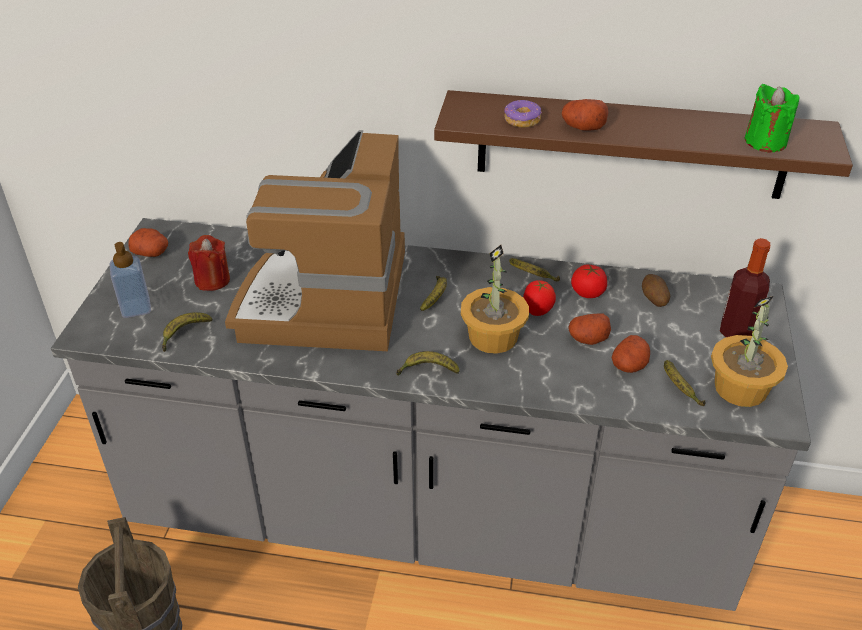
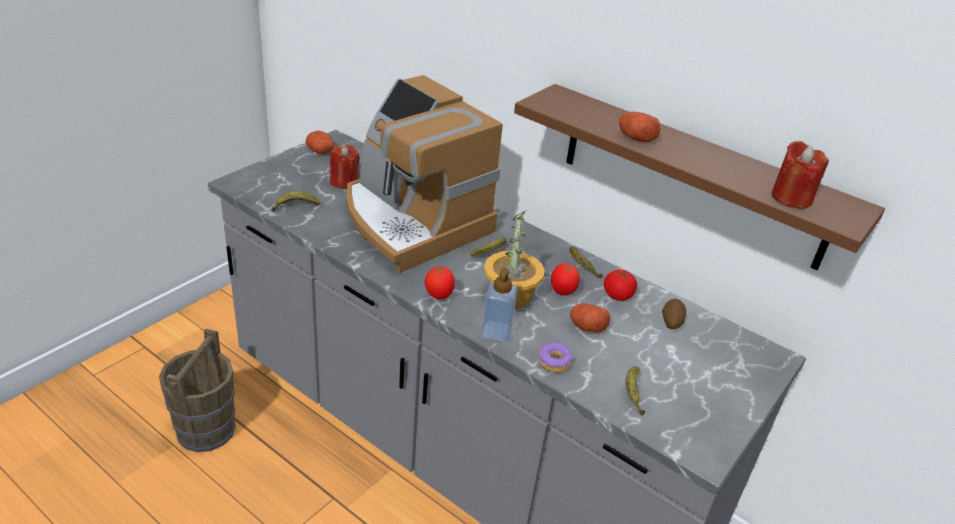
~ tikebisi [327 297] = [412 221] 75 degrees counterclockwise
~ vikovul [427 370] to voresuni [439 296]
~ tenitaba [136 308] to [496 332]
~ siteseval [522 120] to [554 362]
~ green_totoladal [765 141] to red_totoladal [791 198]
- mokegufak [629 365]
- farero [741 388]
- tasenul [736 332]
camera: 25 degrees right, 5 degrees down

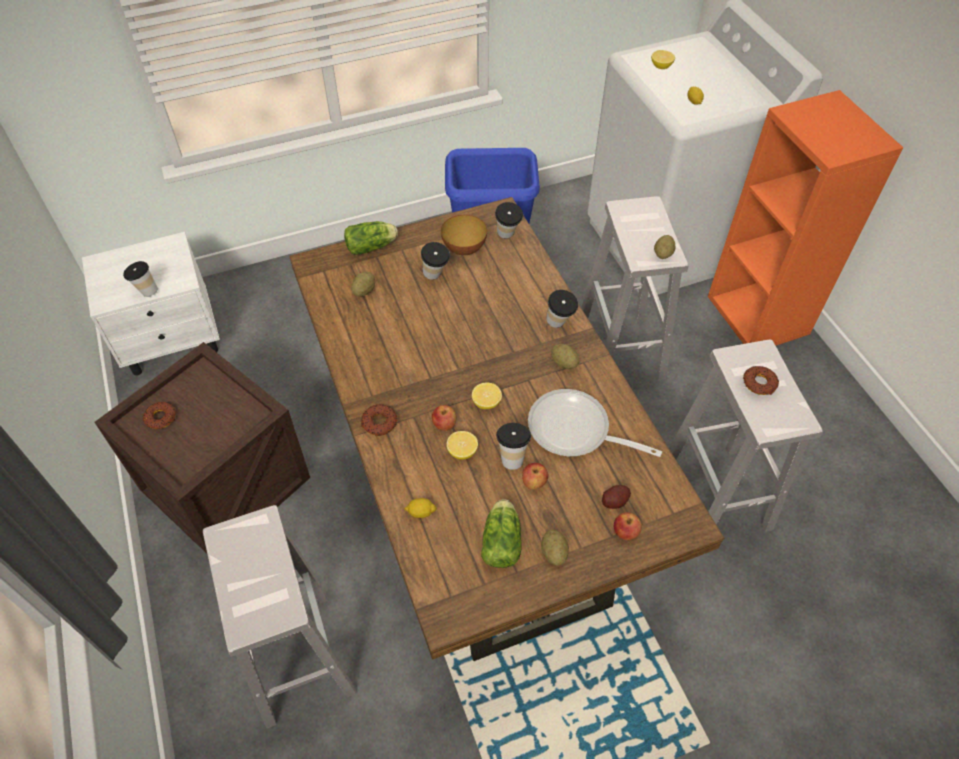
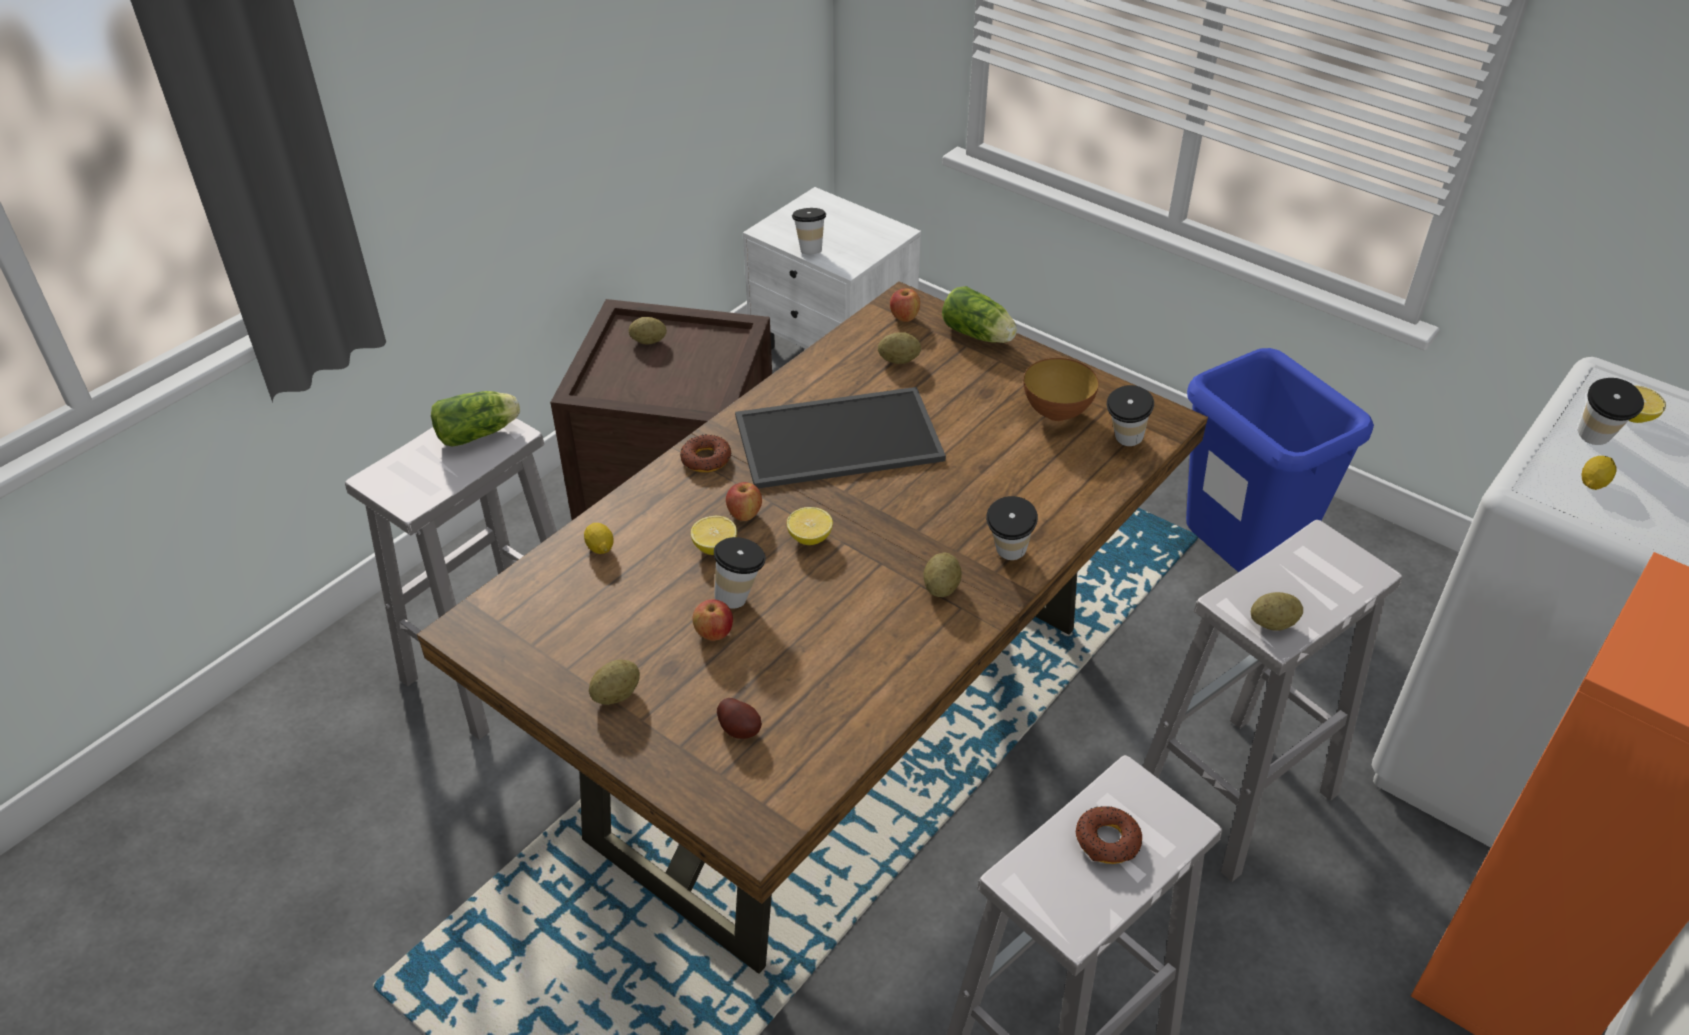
~ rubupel [501 540] to [480 433]
~ siteseval [161 418] to mokegufak [648 341]
+ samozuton [840 436]
~ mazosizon [625 532] to [904 317]
~ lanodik [436 276] to [1594 442]
- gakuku [575 431]
camera: 60 degrees right, 10 degrees down

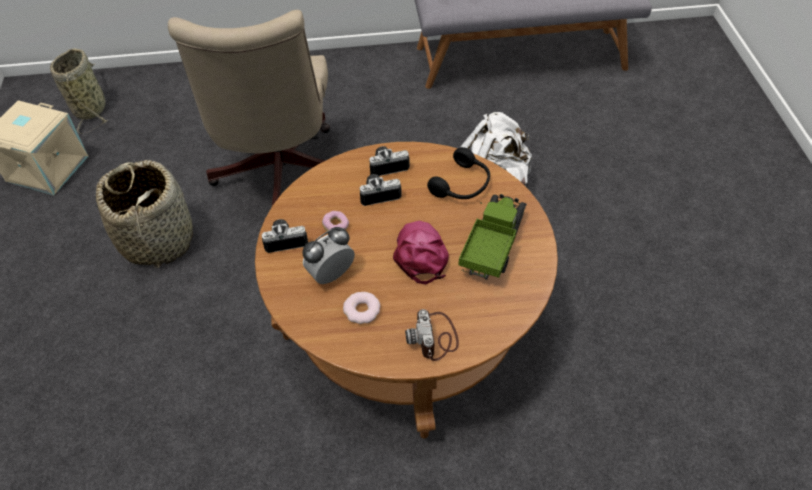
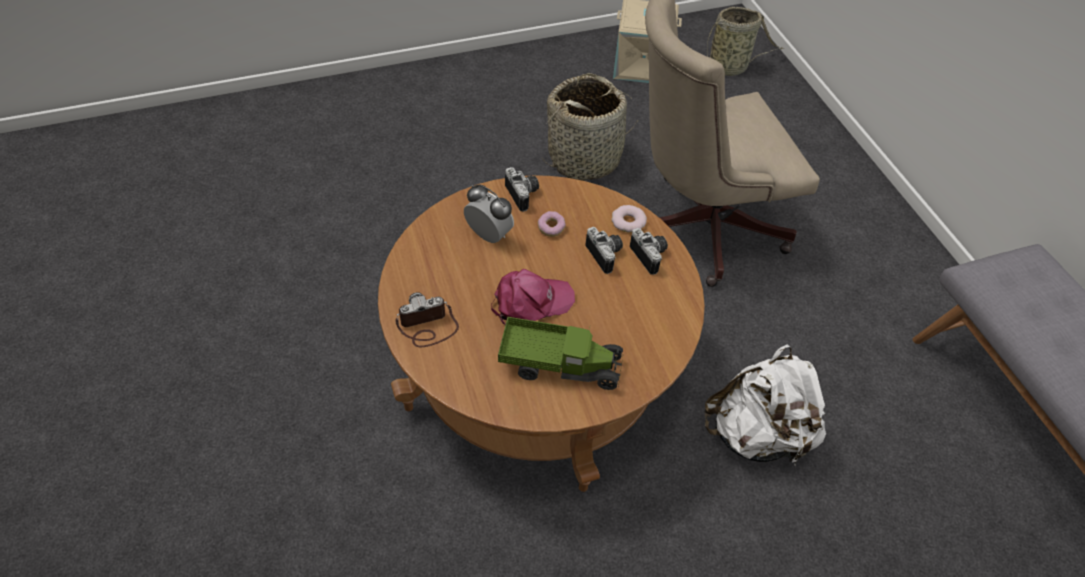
~ siteseval [362 310] to [628 222]
- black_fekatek [462 185]
camera: 75 degrees right, 0 degrees up

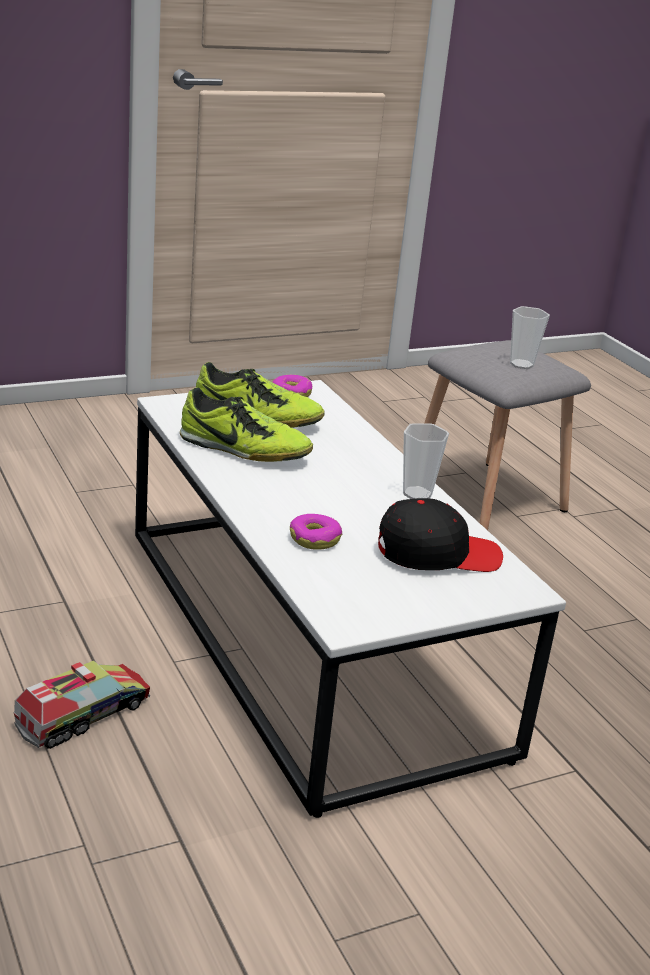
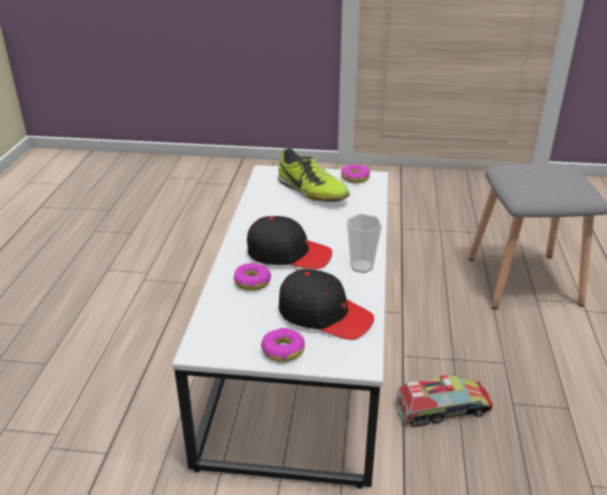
+ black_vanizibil [288 254]
+ siteseval [283 350]
~ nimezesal [83 714] to [442 409]
- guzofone [243 450]
- lanodik [521 364]
camera: 35 degrees right, 5 degrees up

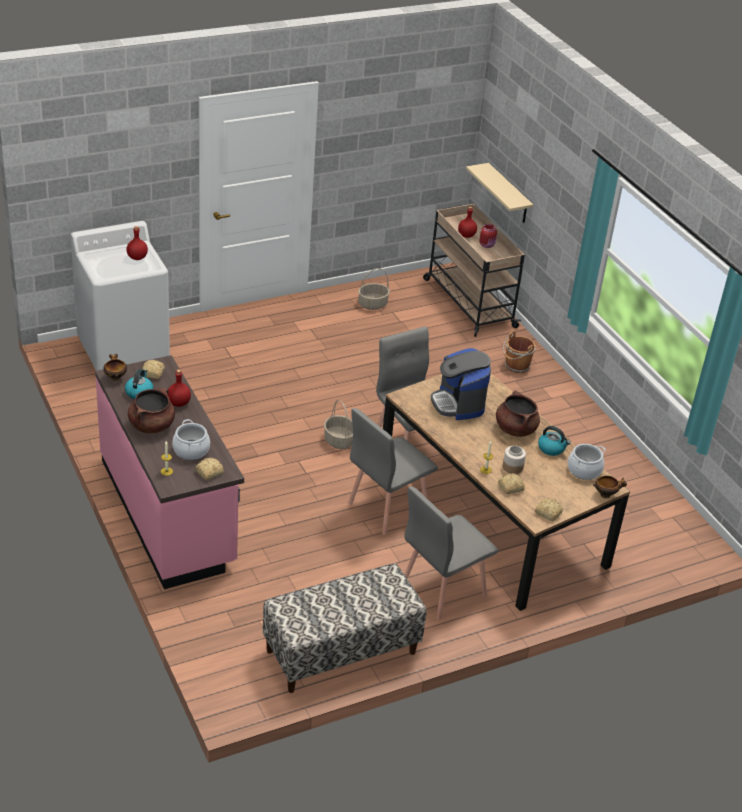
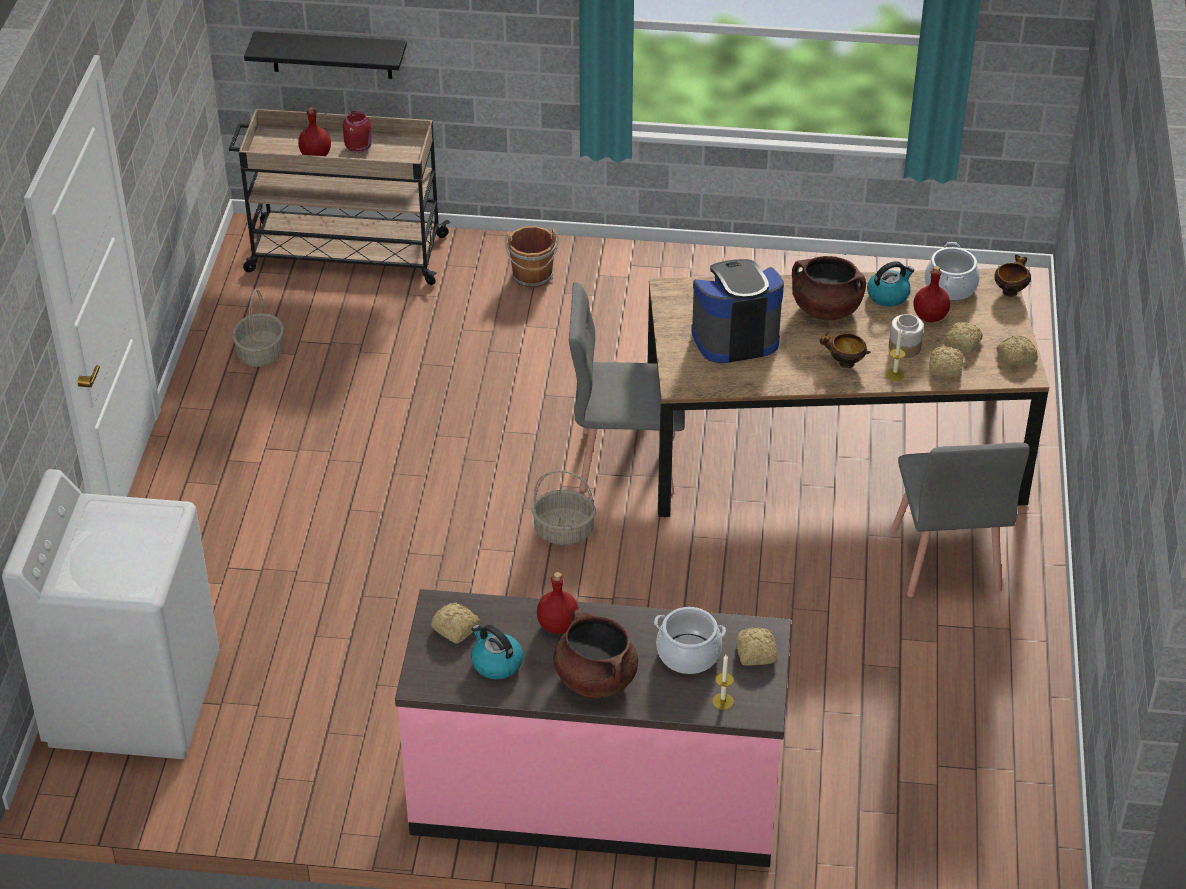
~ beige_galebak [508 194] to black_galebak [331 55]
~ tikebisi [458 404] = [734 337] 150 degrees clockwise
~ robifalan [115 378] to [844 363]
~ red_tasenul [137 258] to [930 316]
+ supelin [963 343]
- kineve [341 652]
- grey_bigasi [387 507]
camera: 55 degrees left, 5 degrees up

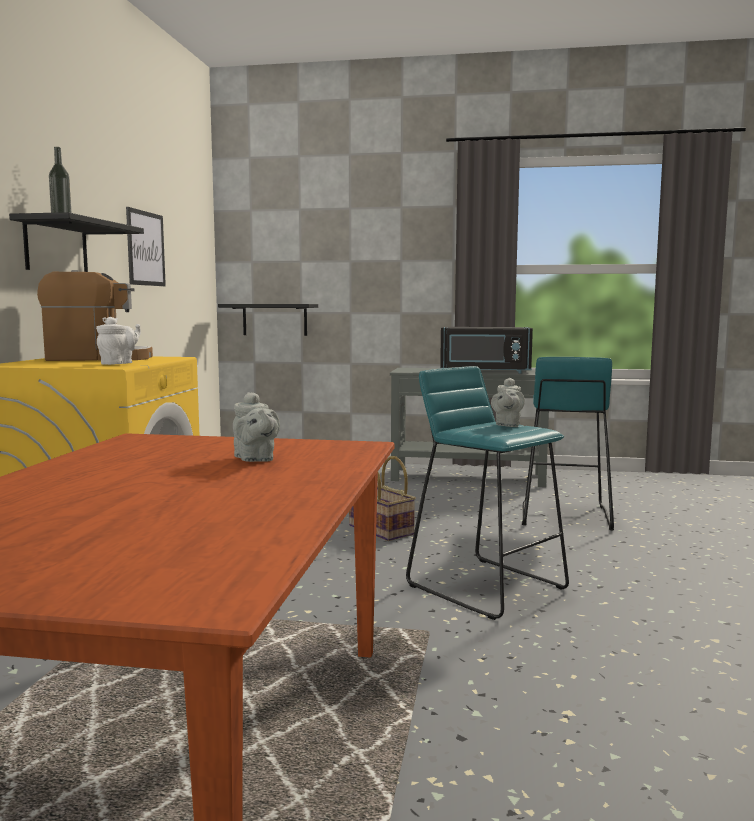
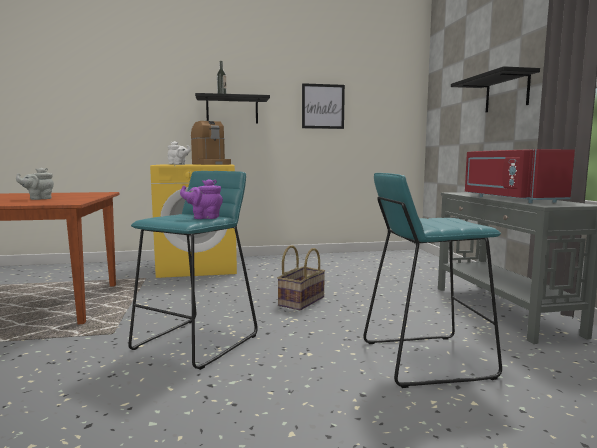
~ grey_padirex [507 425] to purple_padirex [204 217]
~ black_galebak [275 319] to [507 93]
~ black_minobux [484 372] to red_minobux [509 199]
camera: 70 degrees right, 0 degrees up

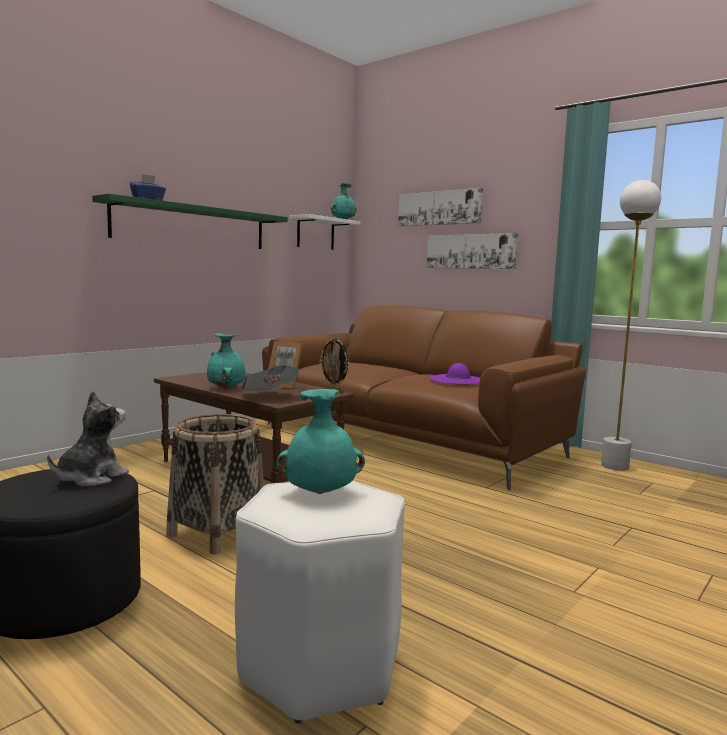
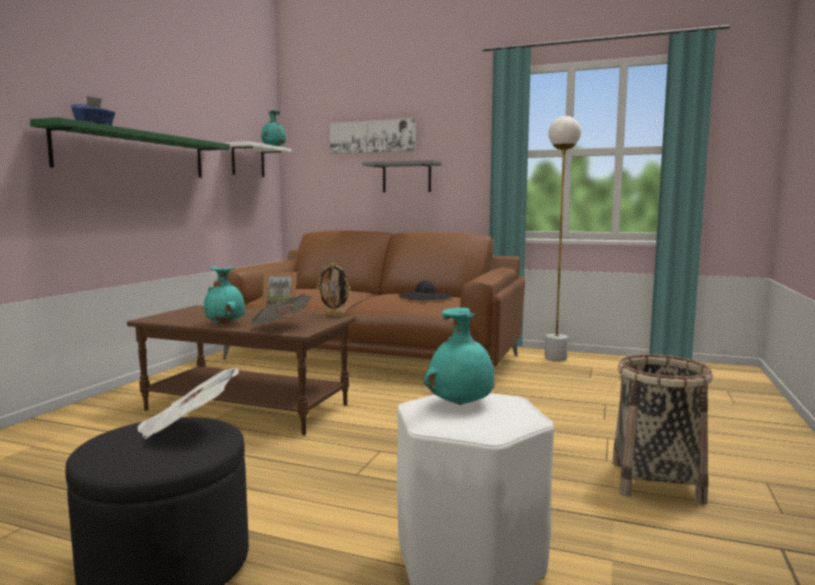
~ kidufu [90 478] to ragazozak [187 428]
~ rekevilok [471 251] to grey_galebak [406 177]
~ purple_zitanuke [457 380] to black_zitanuke [425 296]
~ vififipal [217 532] to [656 482]
camera: 20 degrees left, 0 degrees up

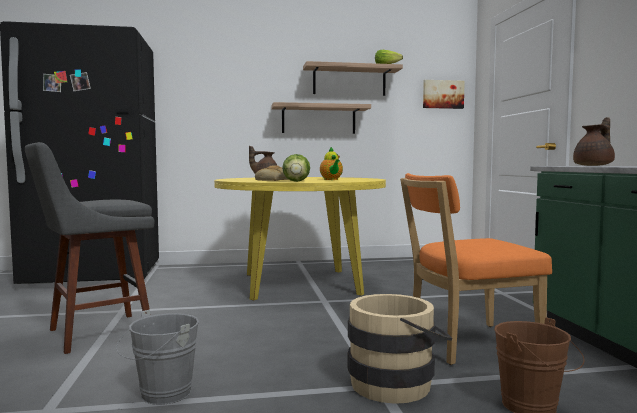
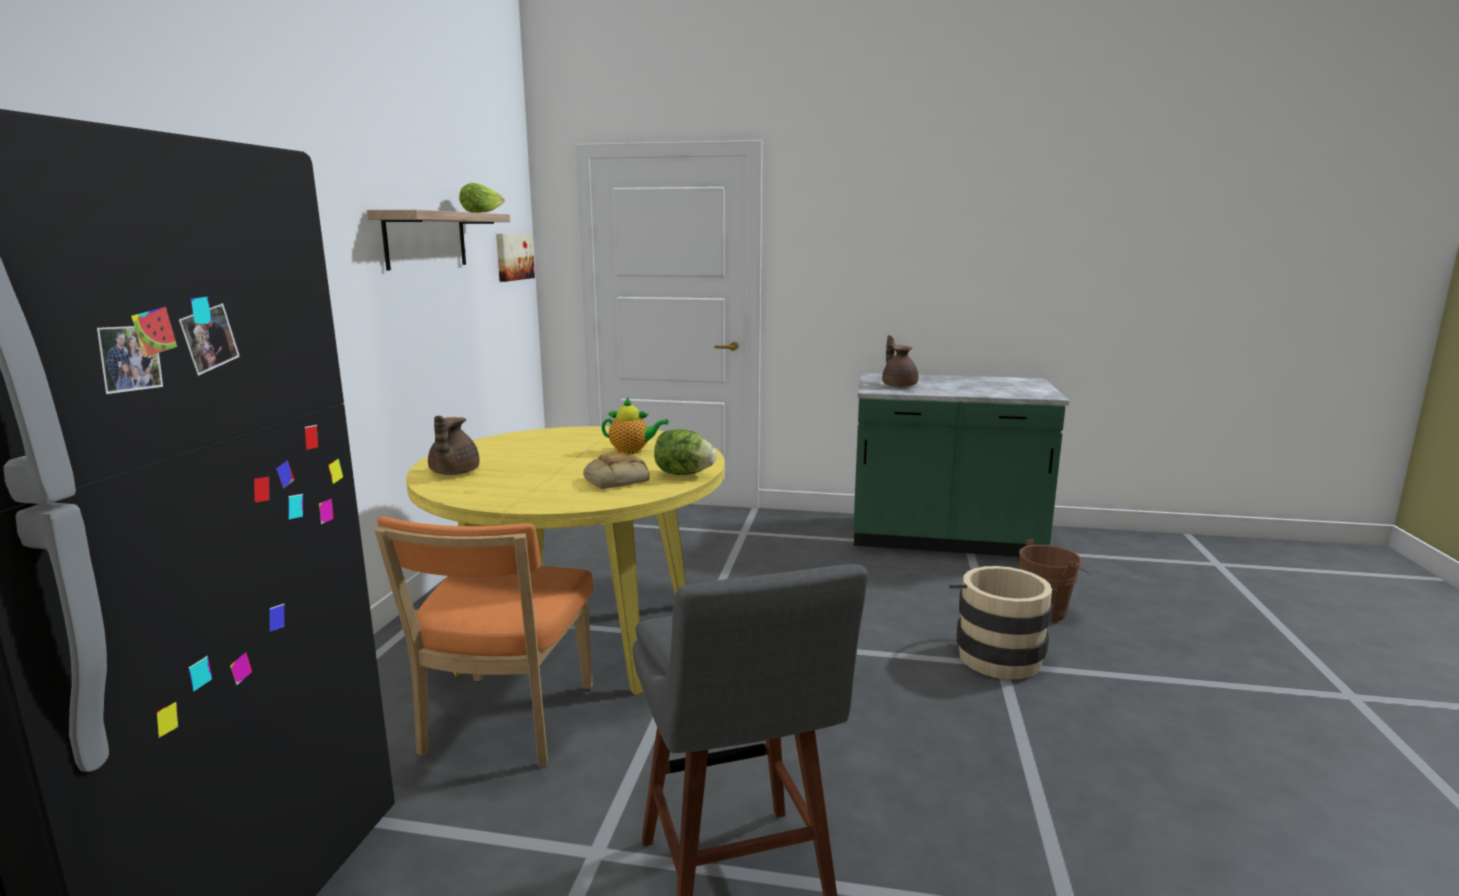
~ orange_bigasi [466 344] to [505 725]
- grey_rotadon [161 395]
- galebak [318 119]
camera: 70 degrees left, 10 degrees up

